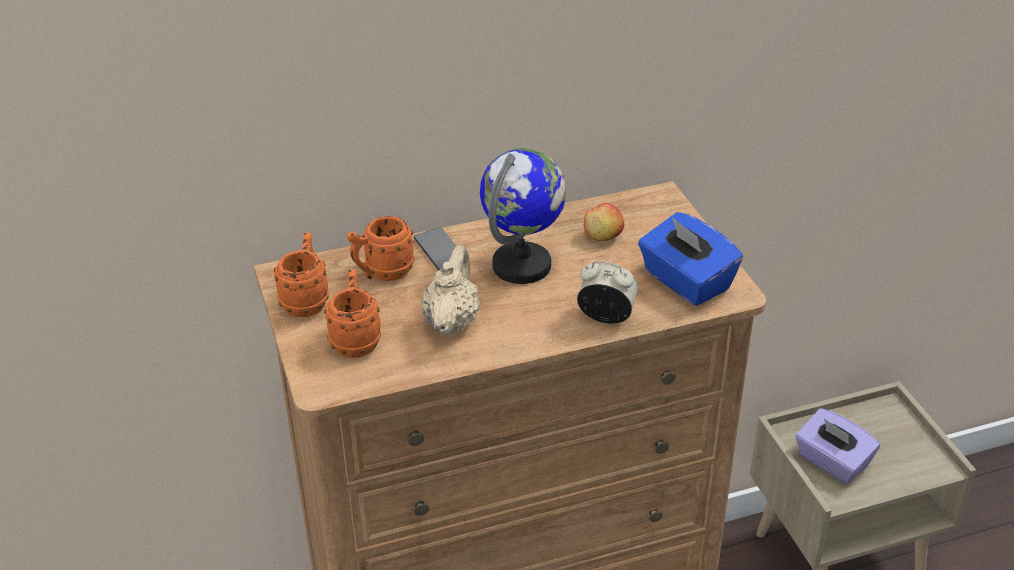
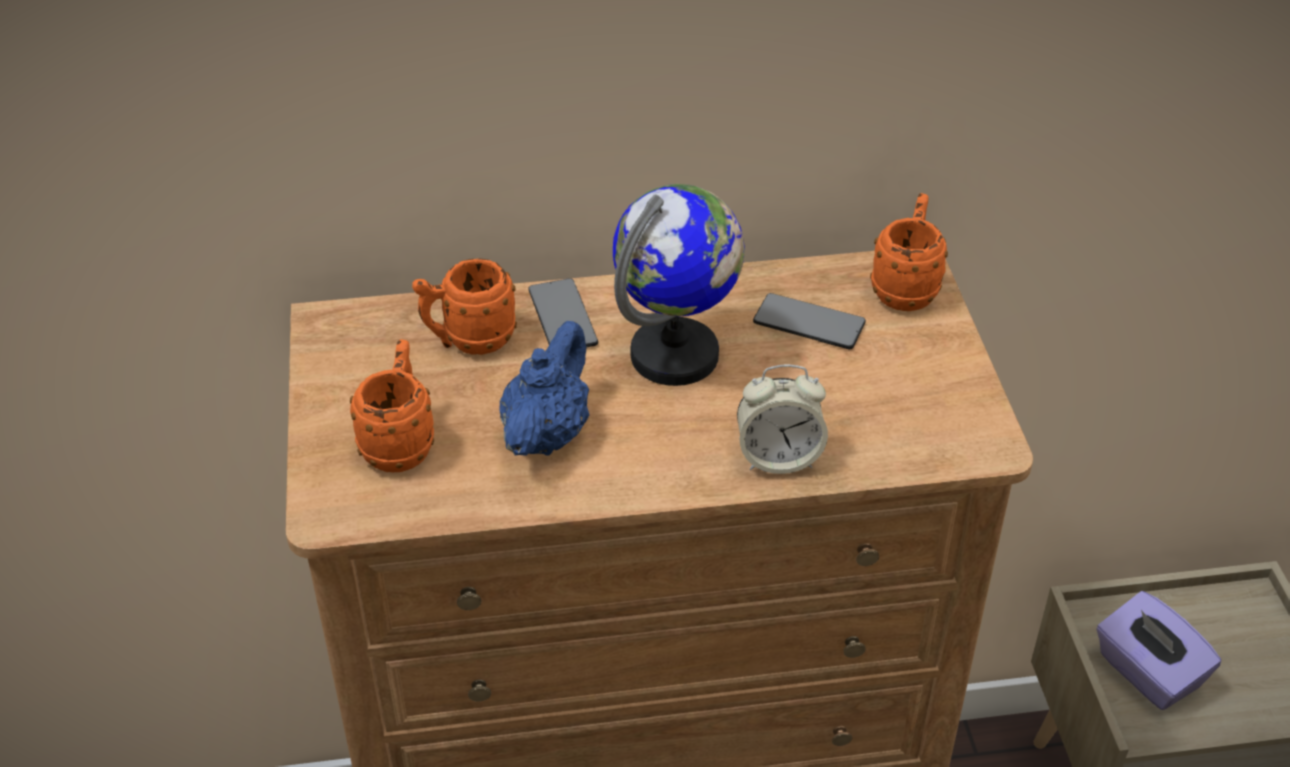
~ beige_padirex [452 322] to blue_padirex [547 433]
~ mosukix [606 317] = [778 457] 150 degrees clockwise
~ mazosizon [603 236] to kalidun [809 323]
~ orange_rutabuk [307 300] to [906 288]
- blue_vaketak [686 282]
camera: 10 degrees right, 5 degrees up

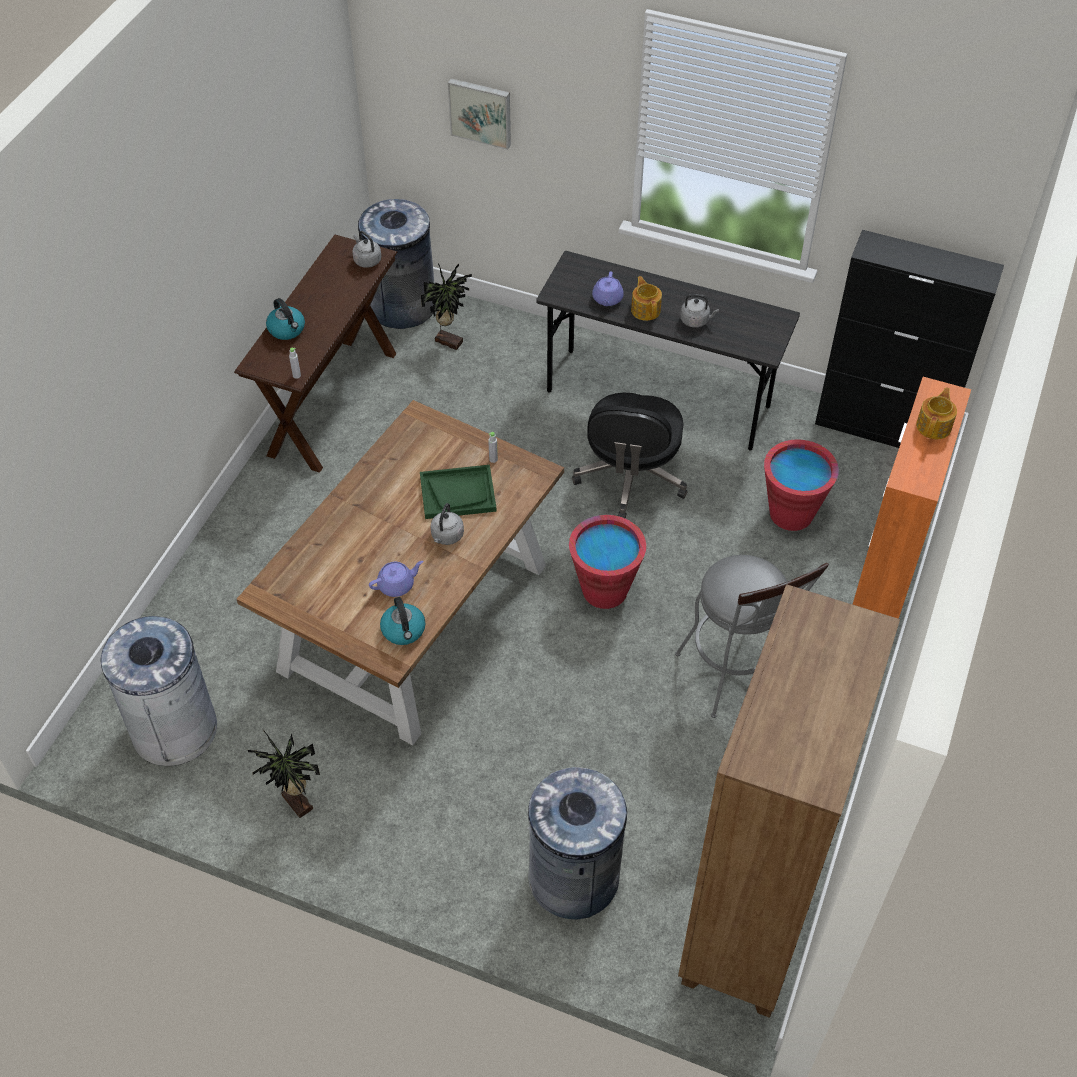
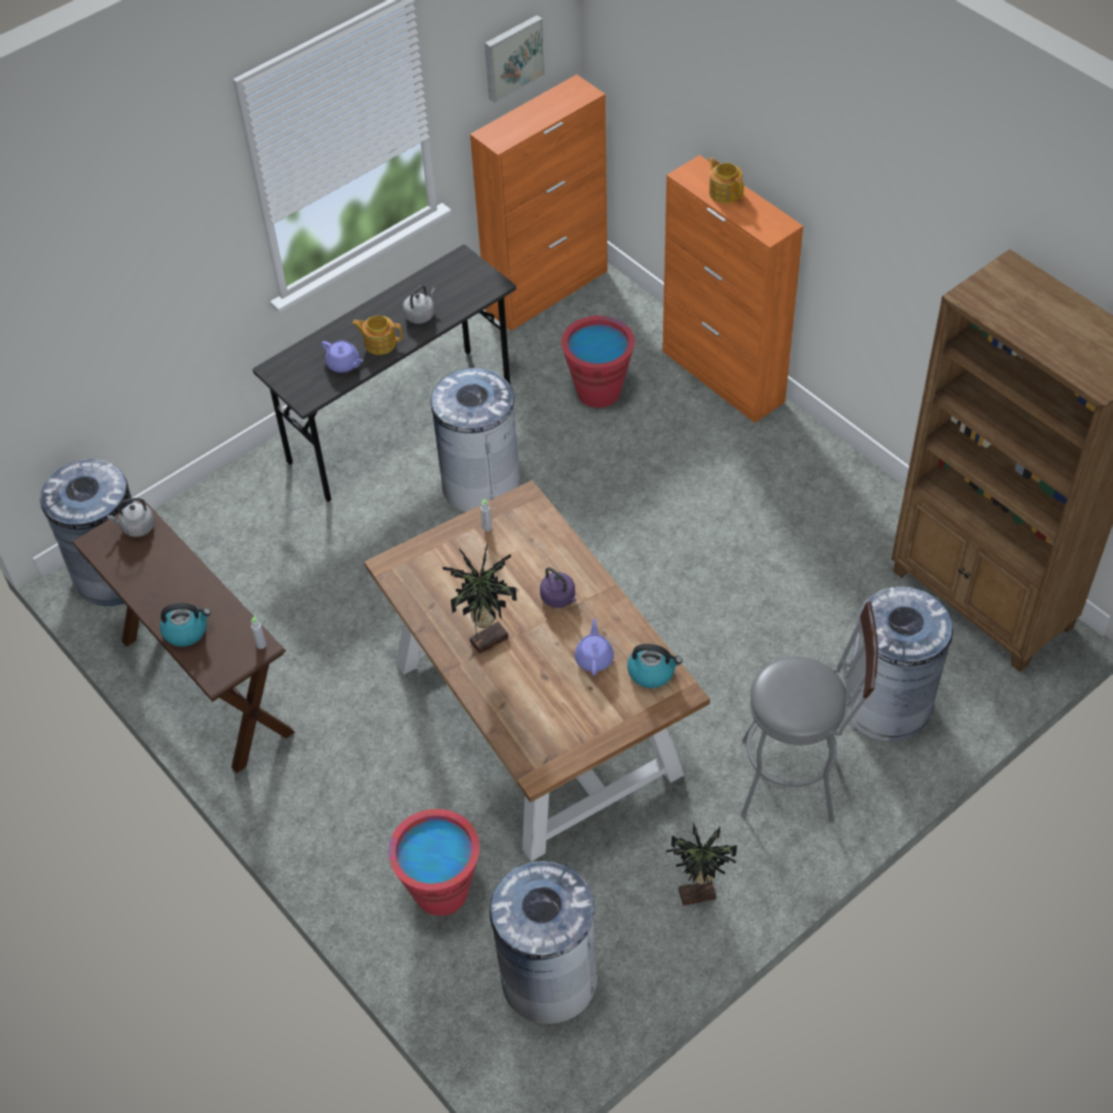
~ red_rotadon [604 590] to [441 891]
~ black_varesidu [630 478] to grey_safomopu [481 484]
~ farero [449 340] to [487 639]
~ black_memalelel [883 428] to orange_memalelel [547 290]
~ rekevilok [481 112] to [512 57]
~ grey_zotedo [446 536] to purple_zotedo [559 598]
~ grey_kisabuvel [735 679] to [798 780]
- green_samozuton [458 493]
camera: 60 degrees left, 0 degrees up

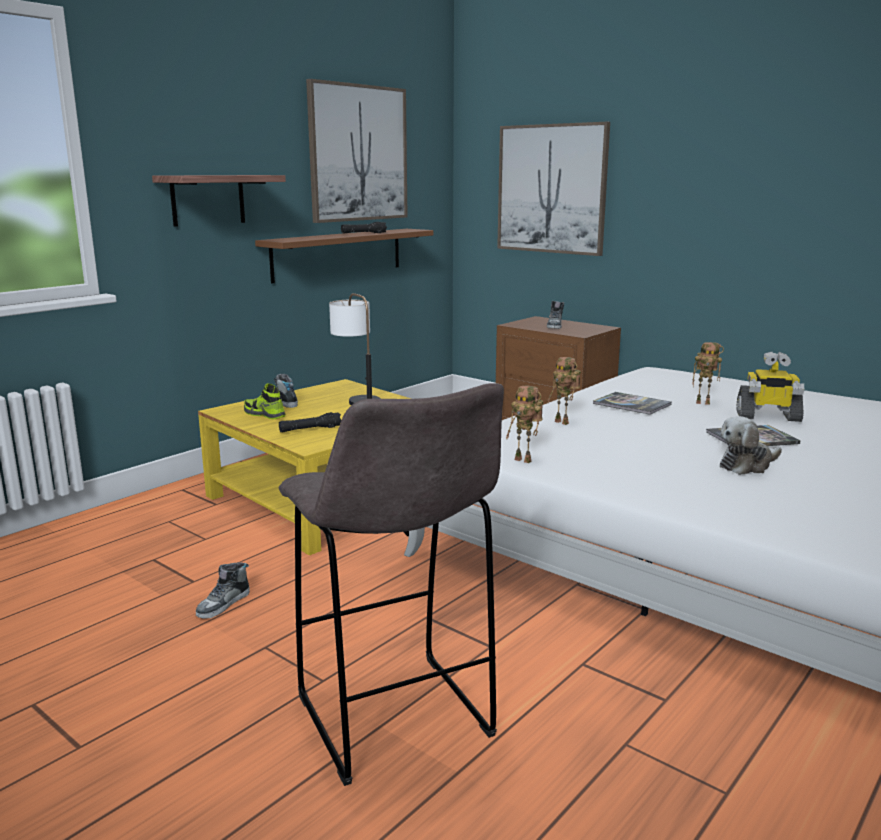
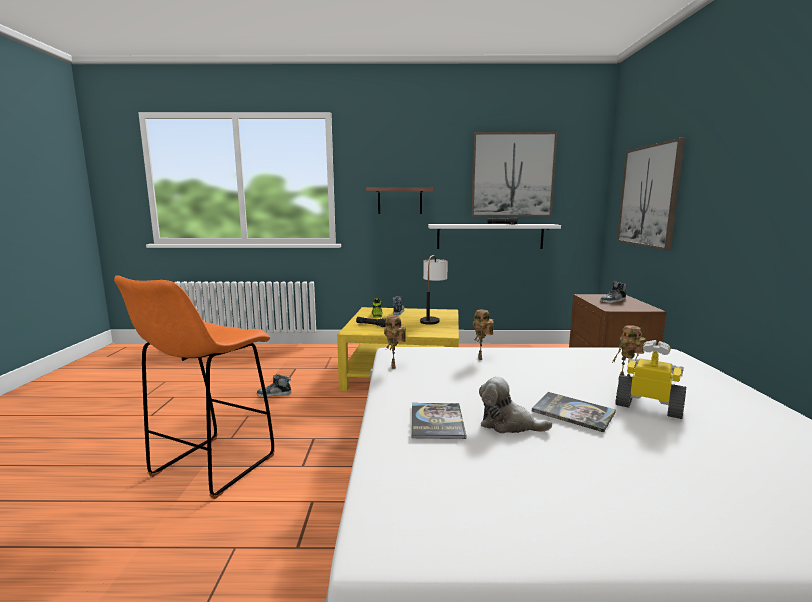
~ grey_kisabuvel [395 720] to orange_kisabuvel [210 467]
~ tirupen [631 404] to [437 421]
~ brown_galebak [338 254] to white_galebak [490 236]
~ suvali [767 416] = [649 407] 150 degrees clockwise
camera: 50 degrees right, 5 degrees down

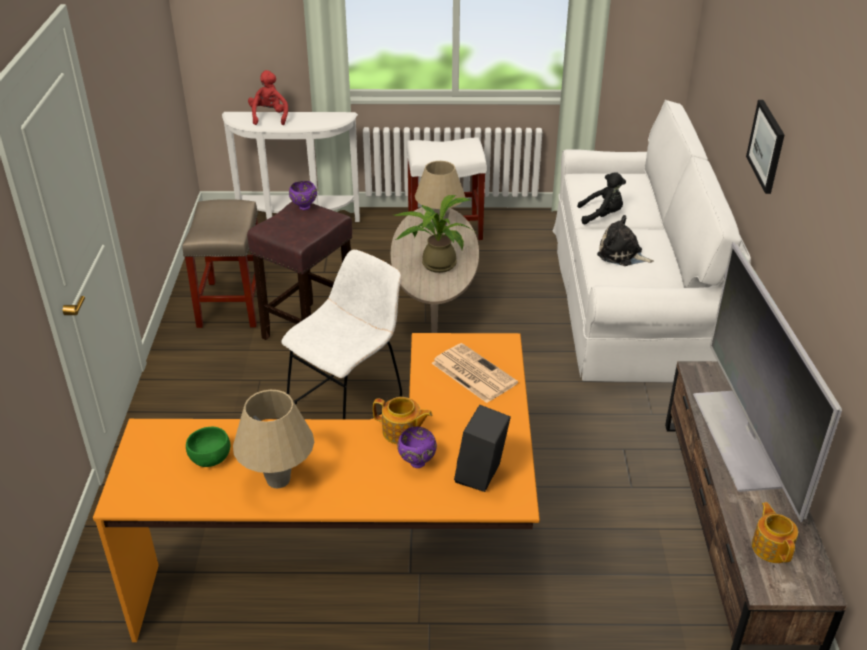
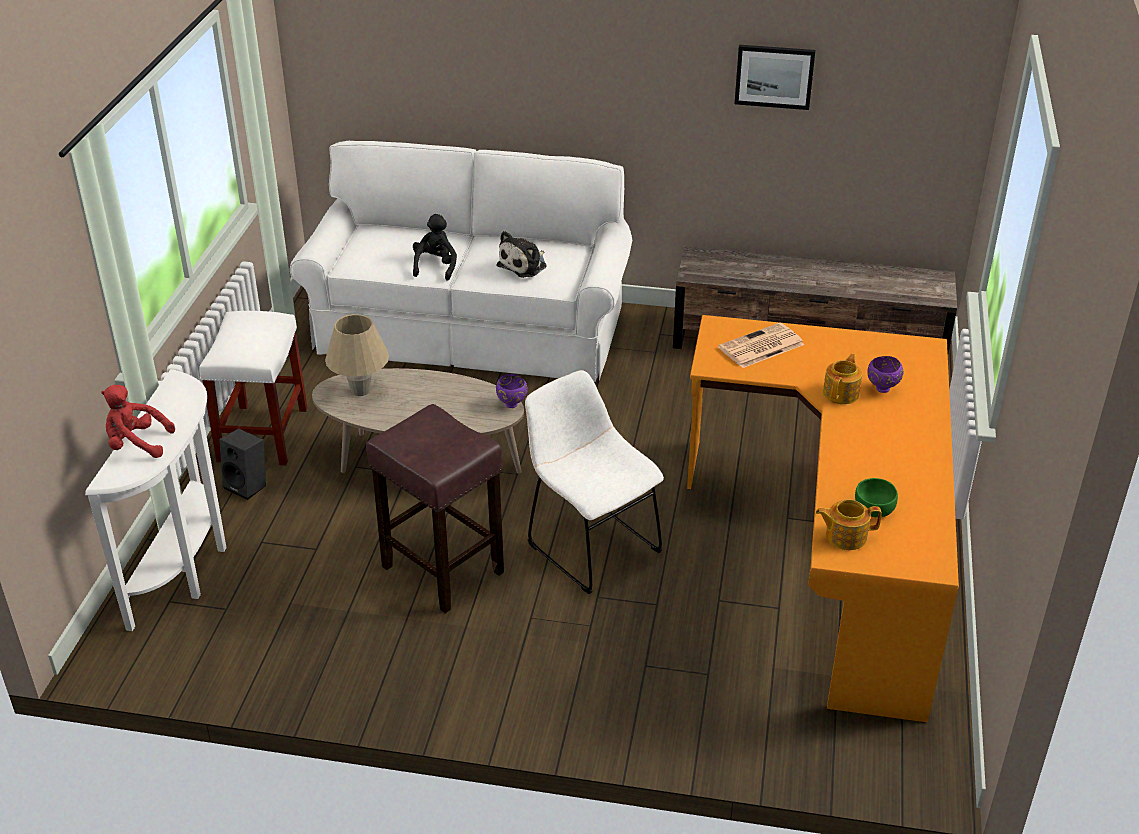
~ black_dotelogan [481 476] to [248 486]
~ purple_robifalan [304 208] to [512 405]
~ rekevilok [767 146] to [774 76]
~ padirex [771 547] to [845 536]
- beige_kisabuvel [232 303]
- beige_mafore [278 480]
- farero [435 263]
- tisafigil [738 438]
camera: 80 degrees left, 0 degrees up

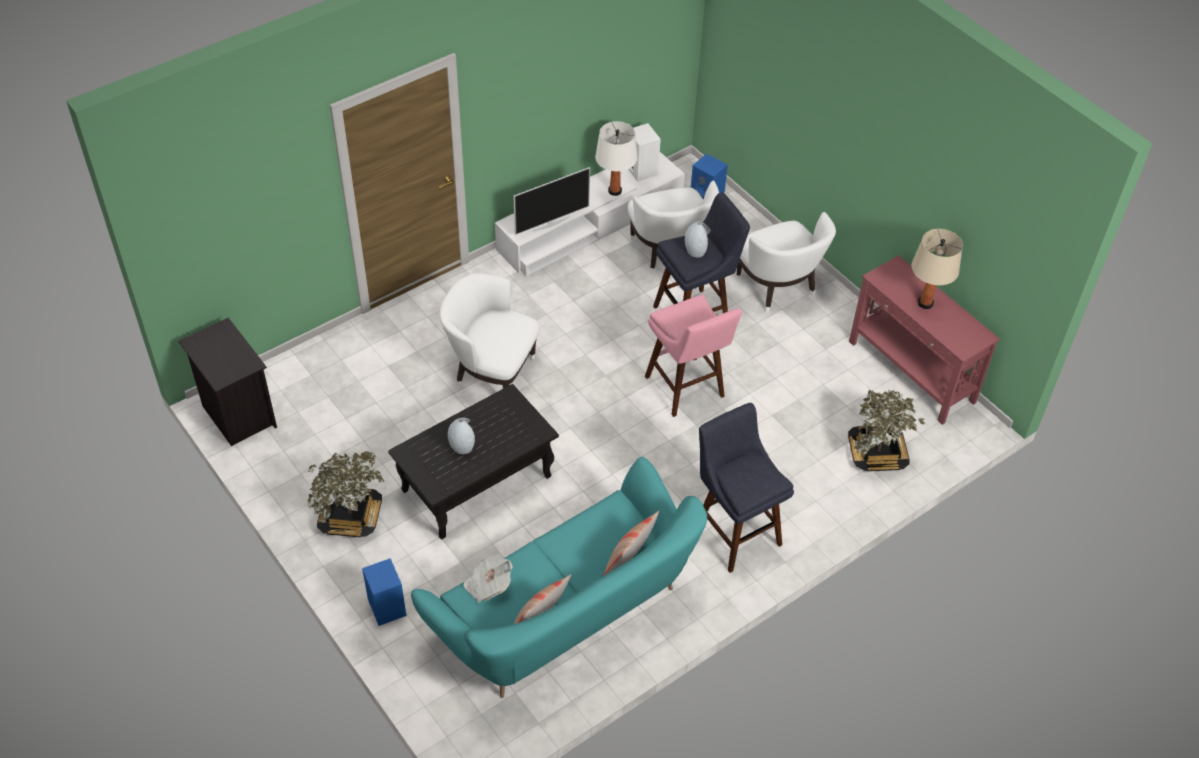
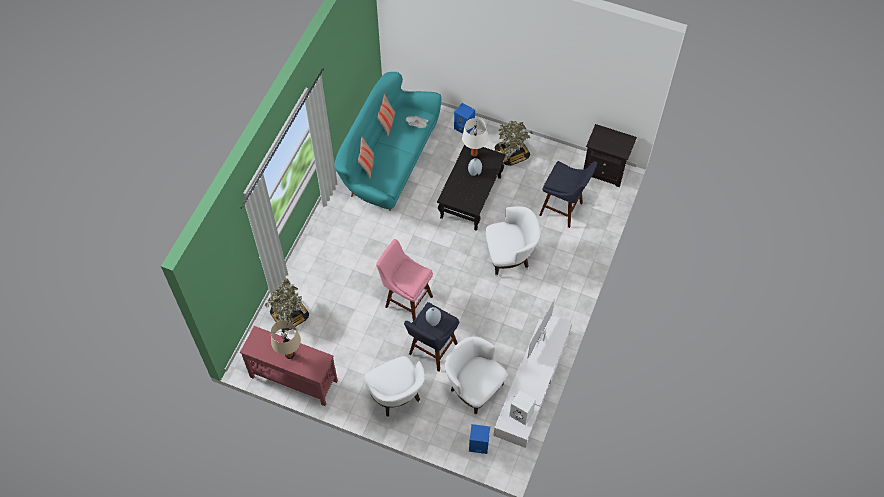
~ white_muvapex [778 288] = [396 397] 150 degrees counterclockwise
~ white_mafore [614 191] to [474 154]
~ blue_kisabuvel [734 531] to [563 210]
camera: 150 degrees right, 10 degrees up

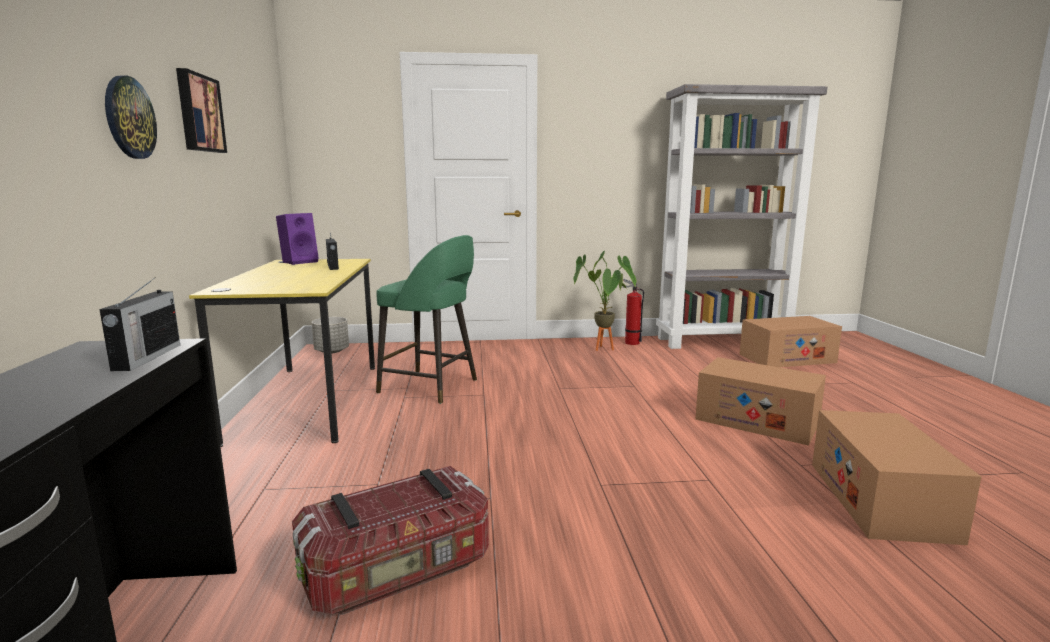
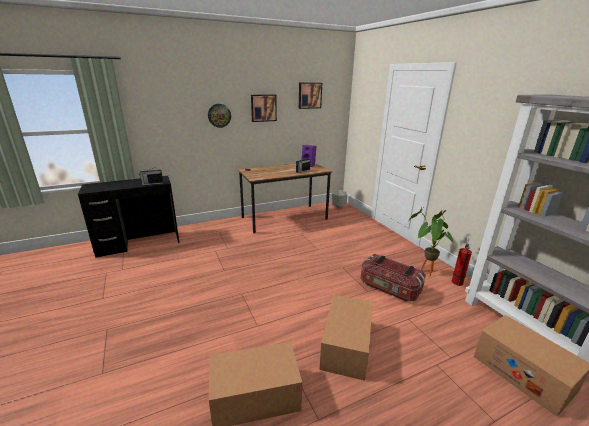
~ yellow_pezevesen [308 401] to brown_pezevesen [284 218]
+ rekevilok [309 95]
~ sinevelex [398 572] to [389 288]
- green_kisabuvel [431 386]
camera: 70 degrees right, 10 degrees up

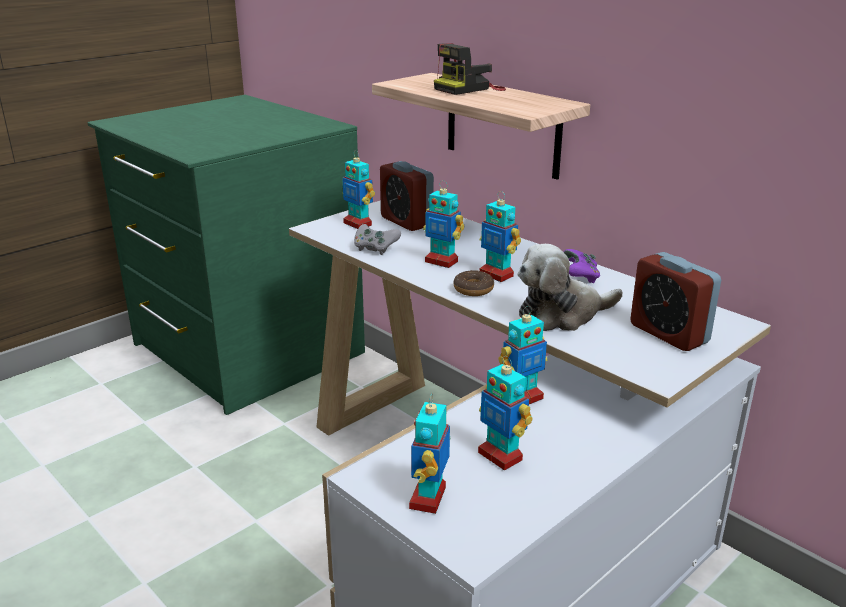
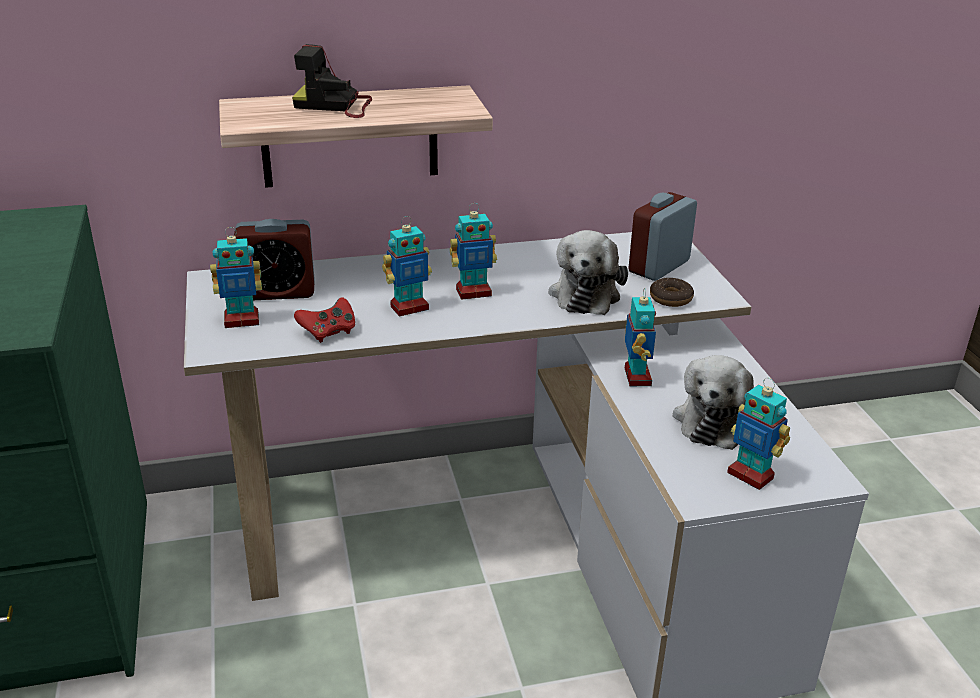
~ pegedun [469 89] = [335 106] 105 degrees clockwise
~ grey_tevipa [375 249] to red_tevipa [328 332]
~ mosukix [668 333] = [659 266] 135 degrees clockwise
~ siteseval [473 289] to [671 298]
~ suvali [501 456] to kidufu [714 419]
- purple_tevipa [580 277]
camera: 60 degrees left, 5 degrees up

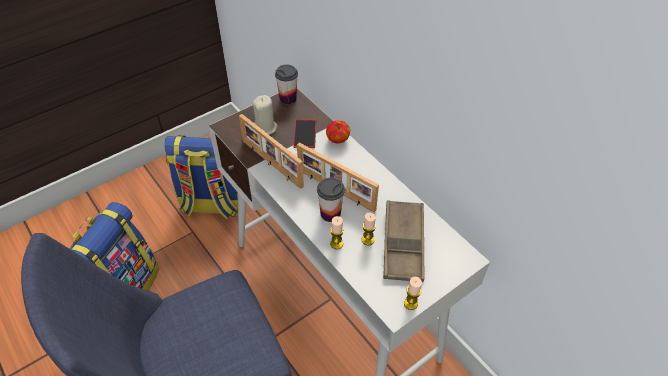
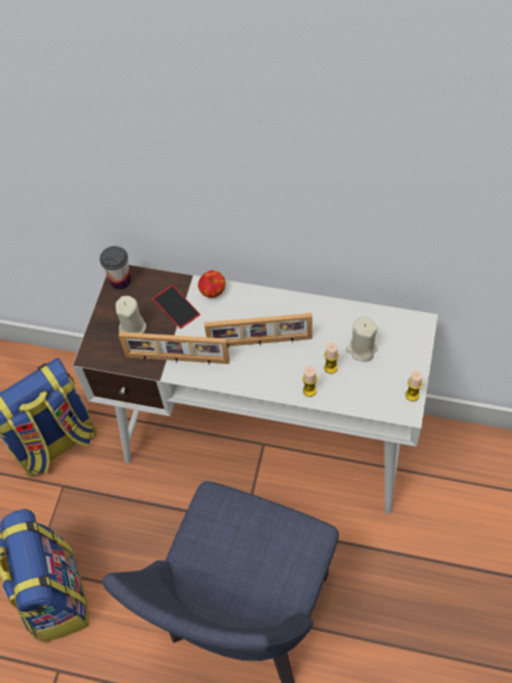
~ brown_samozuton [403 244] to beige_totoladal [361 349]
- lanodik [330 214]
camera: 35 degrees left, 10 degrees up

